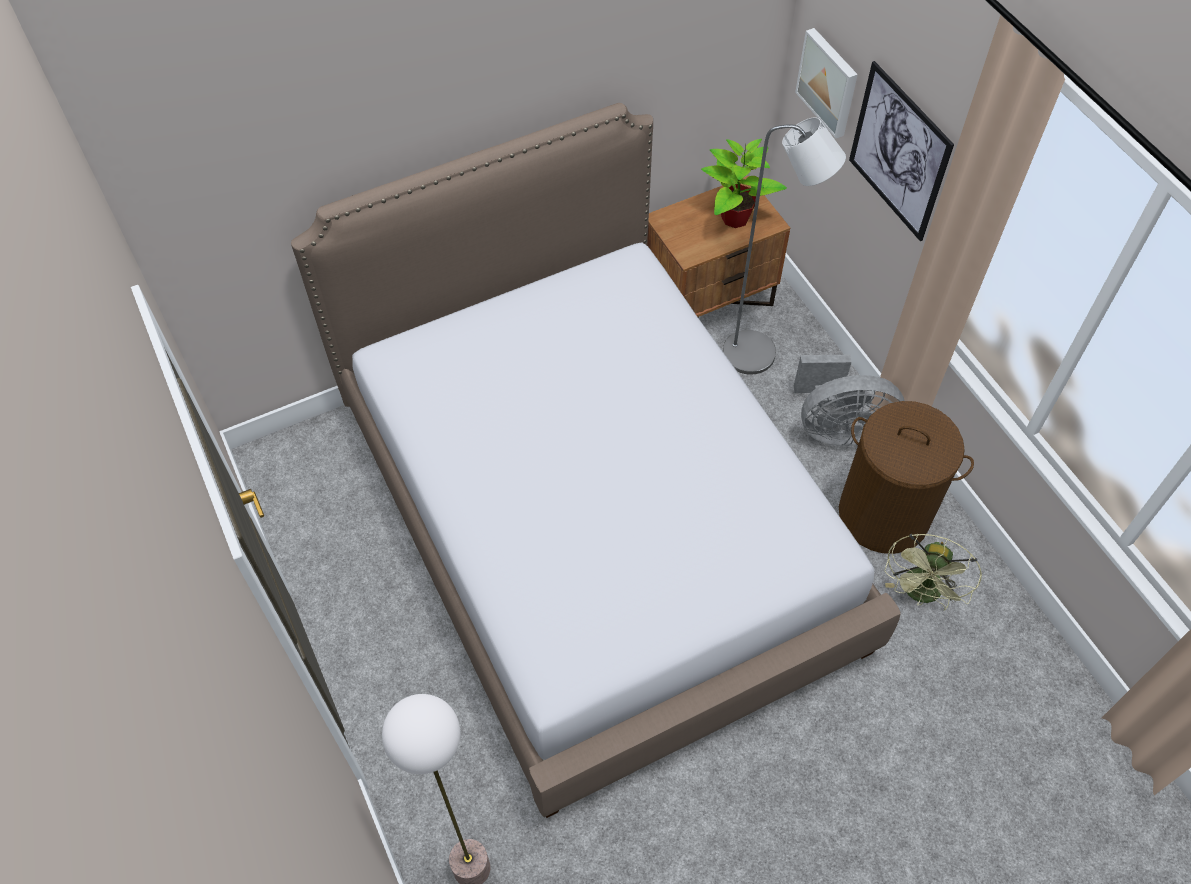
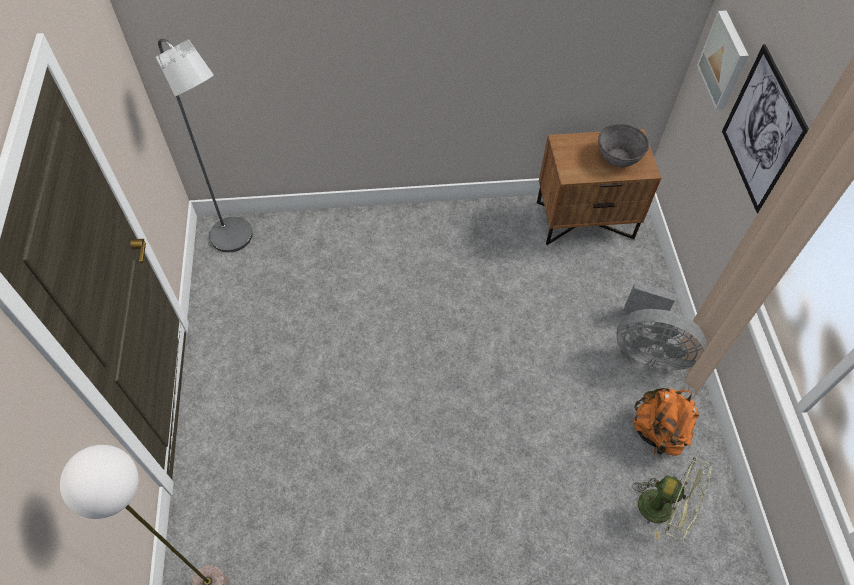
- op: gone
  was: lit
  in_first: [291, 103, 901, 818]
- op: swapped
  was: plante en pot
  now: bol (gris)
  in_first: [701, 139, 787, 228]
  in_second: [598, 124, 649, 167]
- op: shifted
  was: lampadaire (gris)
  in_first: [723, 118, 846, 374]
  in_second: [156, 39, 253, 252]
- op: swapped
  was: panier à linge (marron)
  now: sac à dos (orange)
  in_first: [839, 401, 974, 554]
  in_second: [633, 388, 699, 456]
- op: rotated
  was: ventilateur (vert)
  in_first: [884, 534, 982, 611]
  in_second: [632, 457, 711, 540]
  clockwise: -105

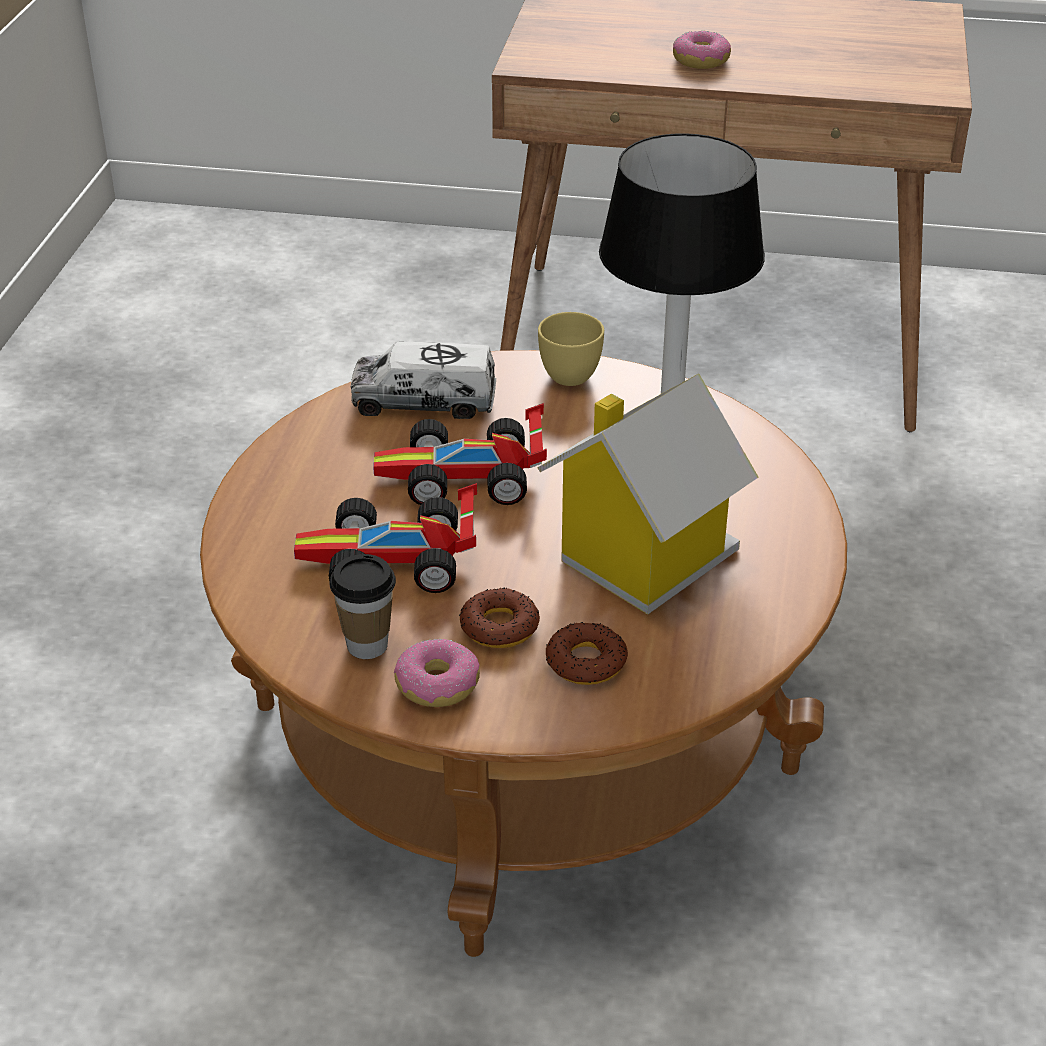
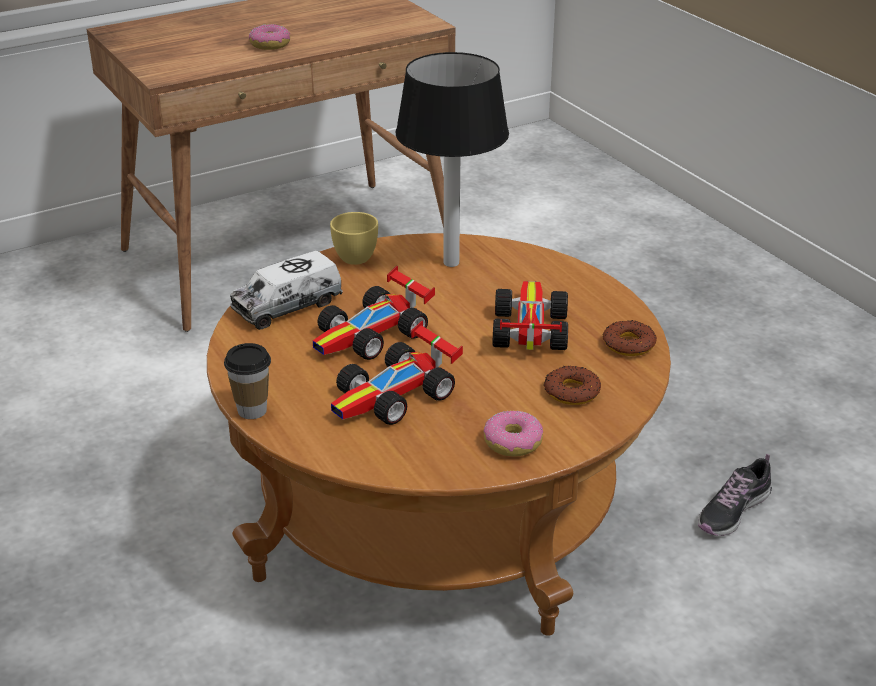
- op: shifted
  was: tasse
  in_first: [330, 554, 396, 659]
  in_second: [224, 343, 271, 419]
- op: shifted
  was: beignet
  in_first: [459, 587, 540, 648]
  in_second: [603, 320, 657, 356]
- op: swapped
  was: maison miniature
  now: petite voiture
  in_first: [537, 374, 758, 615]
  in_second: [493, 281, 568, 350]
- op: new
  now: chaussure
  in_second: [698, 454, 772, 536]

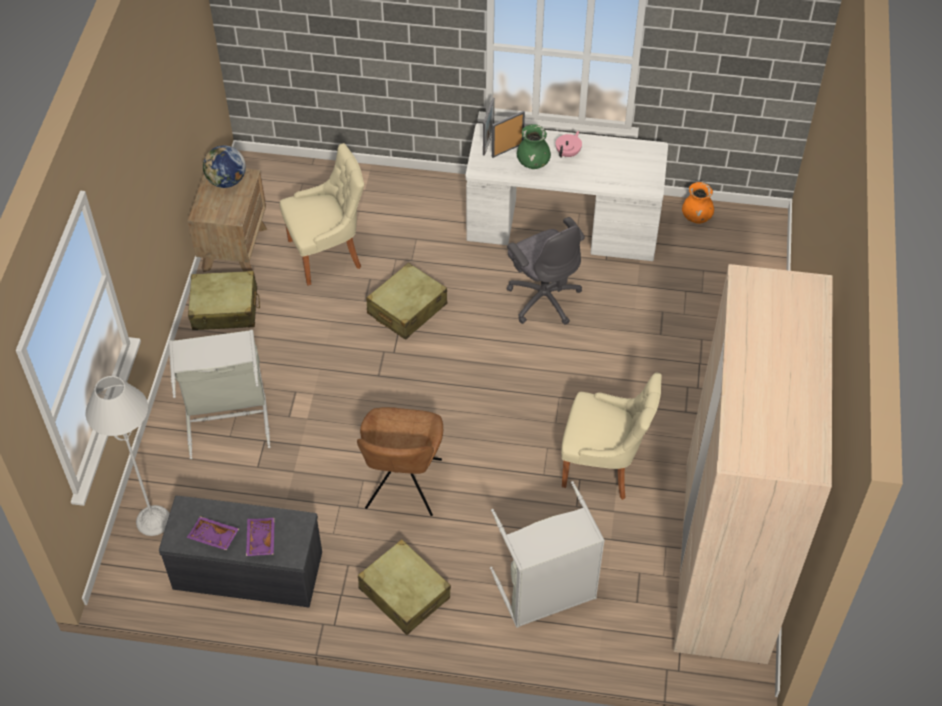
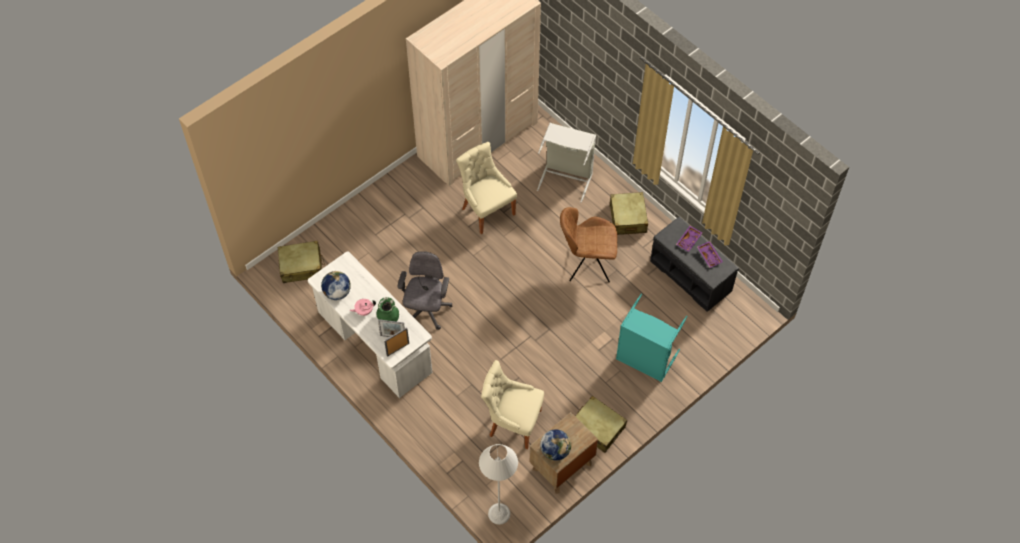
- op: shifted
  was: lampadaire (gris)
  in_first: [86, 376, 170, 536]
  in_second: [479, 444, 518, 525]
- op: repainted
  was: panier à linge (gris)
  now: panier à linge (turquoise)
  in_first: [169, 330, 271, 459]
  in_second: [616, 294, 688, 382]
- op: rotated
  was: chaise (marron)
  in_first: [357, 407, 443, 516]
  in_second: [560, 207, 617, 282]
  clockwise: -135
- op: shifted
  was: valise (beige)
  in_first: [366, 263, 447, 340]
  in_second: [278, 241, 325, 283]
- op: gone
  was: vase (orange)
  in_first: [682, 182, 714, 224]
- op: new
  now: globe
  in_second: [321, 271, 351, 300]

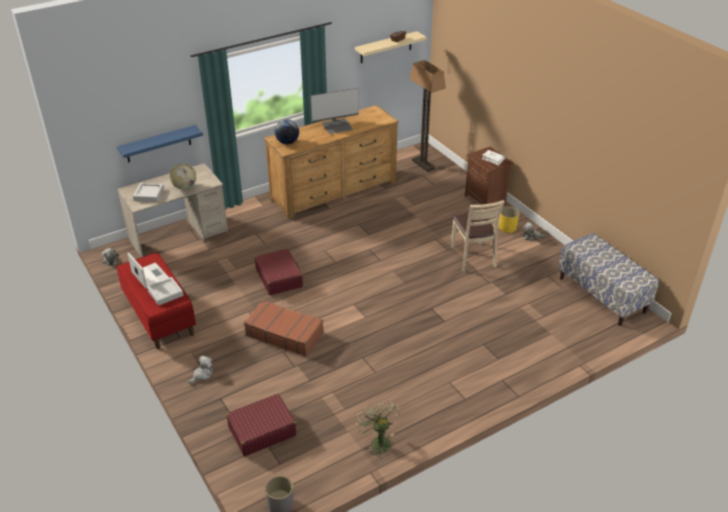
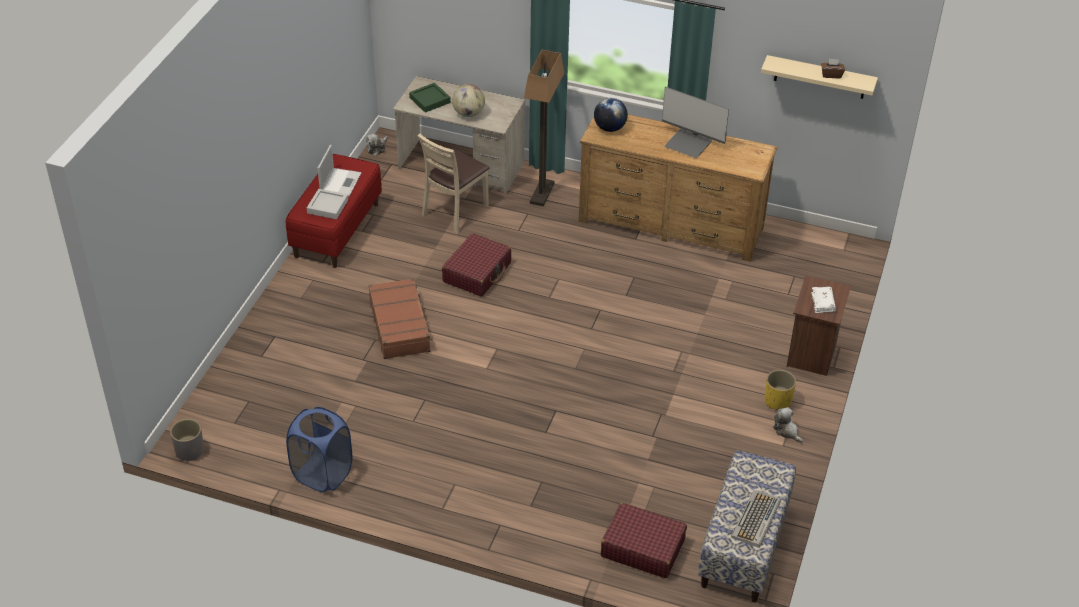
- op: gone
  was: étagère (bleu)
  in_first: [117, 125, 203, 162]
- op: repainted
  was: plateau (gris)
  now: plateau (vert)
  in_first: [133, 183, 164, 202]
  in_second: [409, 83, 451, 113]
- op: gone
  was: peluche
  in_first: [188, 356, 213, 383]
- op: shifted
  was: valise (rouge)
  in_first: [227, 394, 296, 456]
  in_second: [601, 503, 687, 578]
- op: swapped
  was: ventilateur (vert)
  now: panier à linge (bleu)
  in_first: [356, 400, 400, 459]
  in_second: [286, 407, 352, 492]
- op: shifted
  was: lampadaire
  in_first: [410, 60, 446, 172]
  in_second: [524, 50, 564, 206]
- op: shifted
  was: chaise (beige)
  in_first: [451, 200, 505, 272]
  in_second: [418, 134, 490, 233]
- op: new
  now: clavier
  in_second: [731, 490, 781, 548]

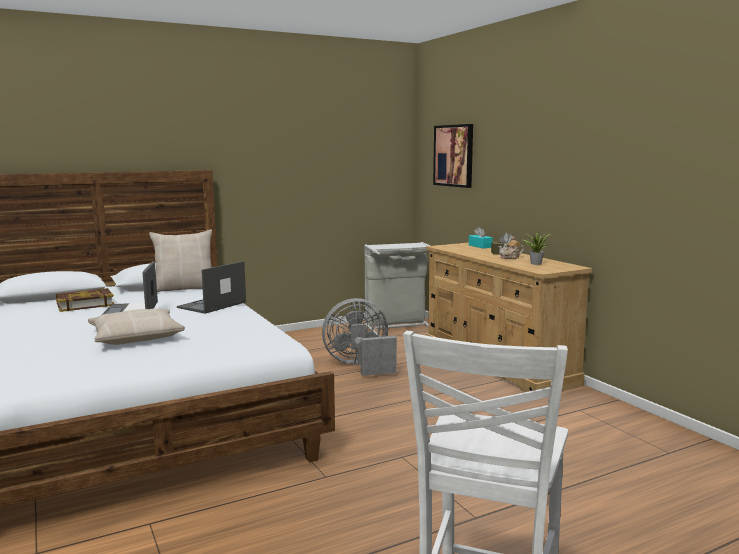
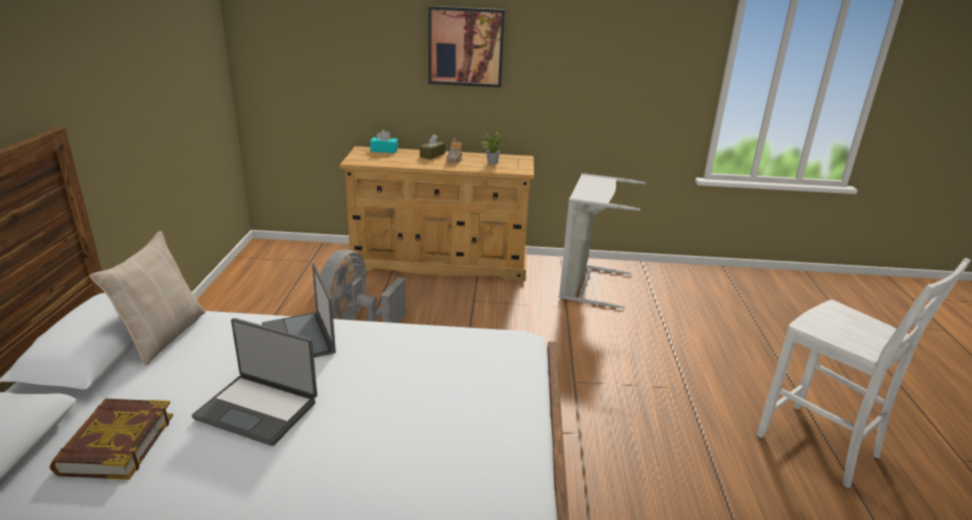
- op: gone
  was: coussin (beige)
  in_first: [88, 309, 185, 345]
- op: shifted
  was: panier à linge (gris)
  in_first: [364, 242, 431, 335]
  in_second: [559, 173, 646, 309]
- op: shifted
  was: tableau
  in_first: [433, 124, 473, 188]
  in_second: [428, 6, 505, 88]

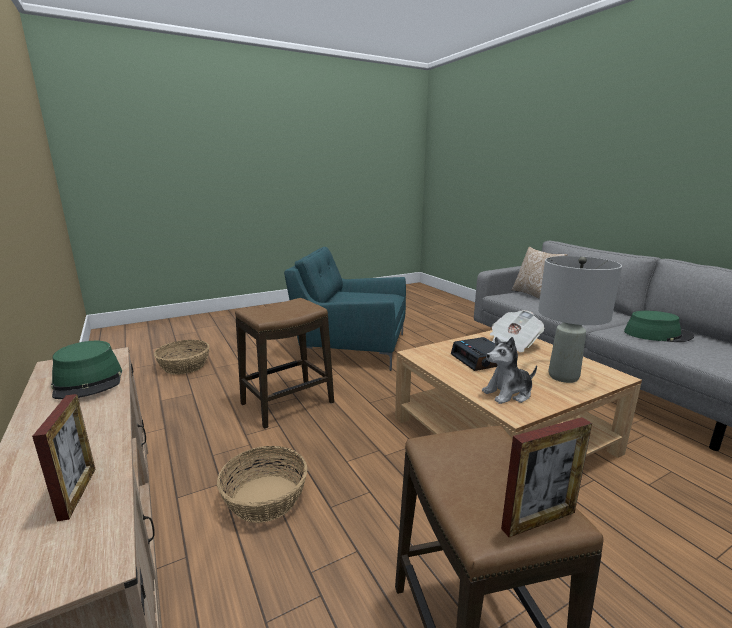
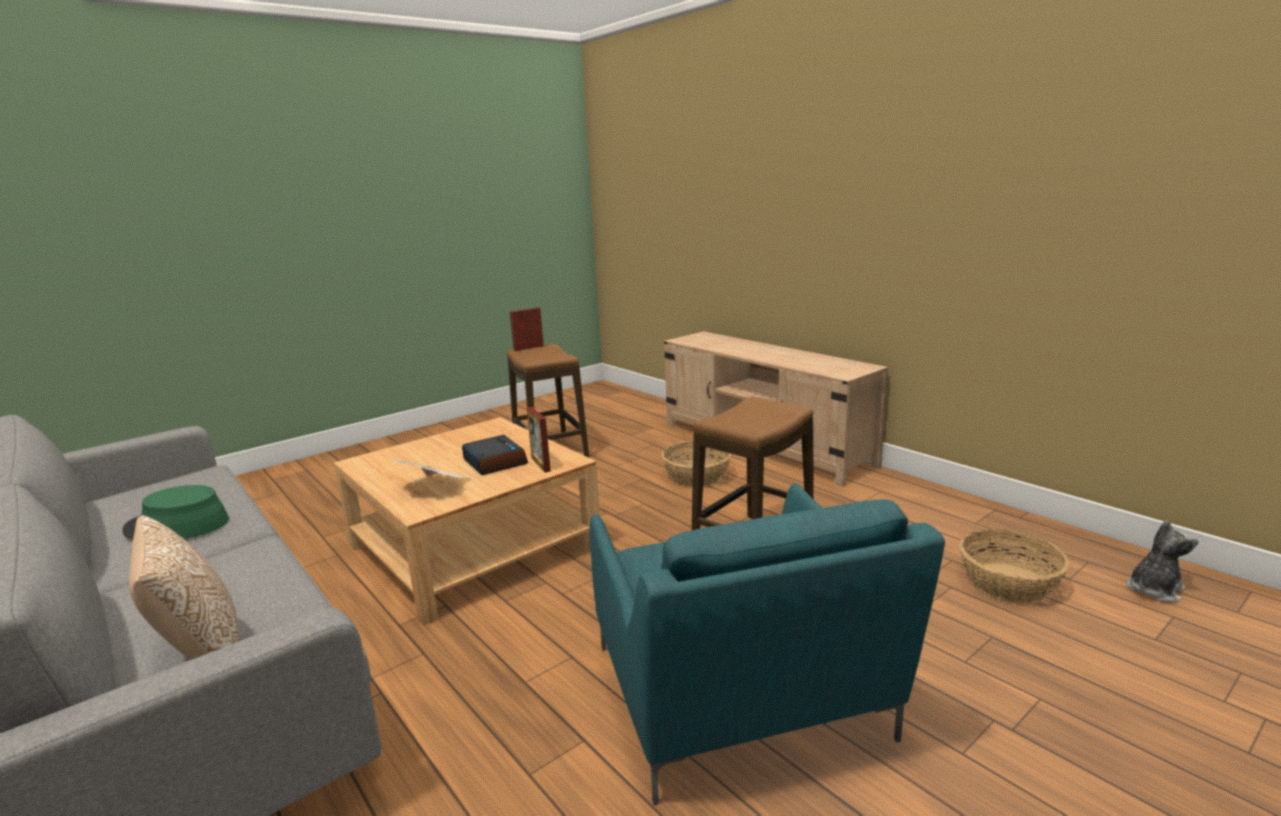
- op: shifted
  was: cadre photo
  in_first: [32, 394, 95, 521]
  in_second: [527, 407, 551, 473]
- op: gone
  was: chapeau (vert)
  in_first: [51, 341, 122, 399]
- op: rotated
  was: fauteuil (turquoise)
  in_first: [284, 247, 406, 371]
  in_second: [590, 483, 945, 805]
  clockwise: 75
- op: shifted
  was: peluche
  in_first: [482, 337, 537, 404]
  in_second: [1127, 520, 1199, 603]
- op: gone
  was: lampe de table (gris)
  in_first: [538, 256, 622, 383]

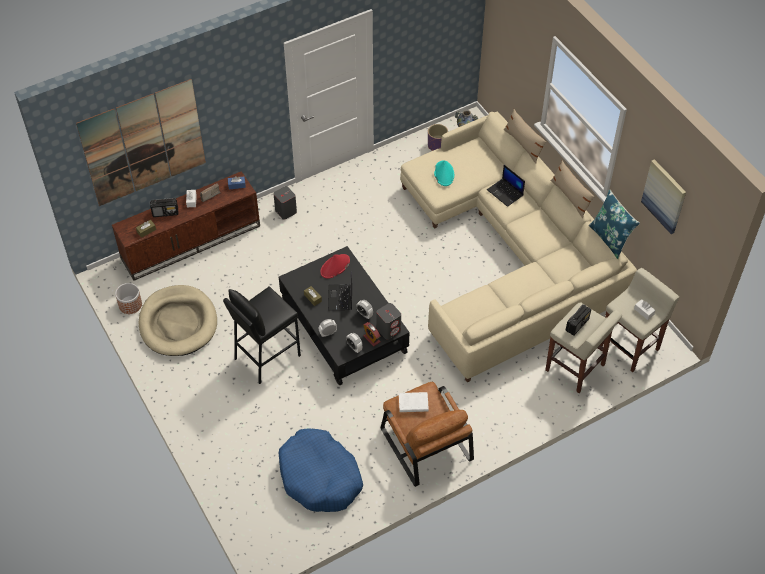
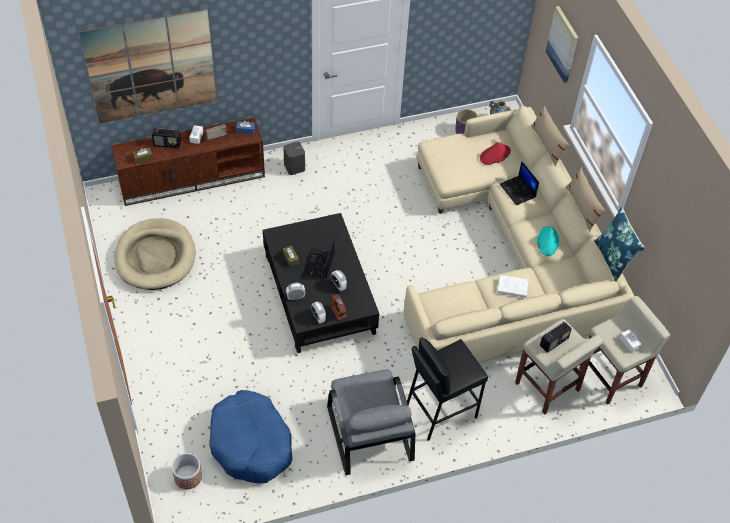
- op: shifted
  was: cache-pot
  in_first: [115, 283, 142, 314]
  in_second: [172, 453, 202, 489]
- op: shifted
  was: tabouret (noir)
  in_first: [223, 286, 301, 384]
  in_second: [407, 337, 488, 441]
- op: shifted
  was: chapeau (rouge)
  in_first: [320, 254, 350, 279]
  in_second: [480, 142, 511, 165]
- op: gone
  was: enceinte (gris)
  in_first: [376, 303, 401, 340]
- op: repainted
  was: fauteuil (marron)
  now: fauteuil (gris)
  in_first: [380, 382, 474, 487]
  in_second: [327, 369, 415, 475]
- op: shifted
  was: livre (blanc)
  in_first: [399, 392, 429, 412]
  in_second: [498, 275, 529, 298]
- op: shifted
  was: chapeau (turquoise)
  in_first: [434, 160, 454, 186]
  in_second: [537, 226, 559, 256]
- op: shifted
  was: tableau
  in_first: [641, 159, 686, 234]
  in_second: [546, 6, 579, 83]

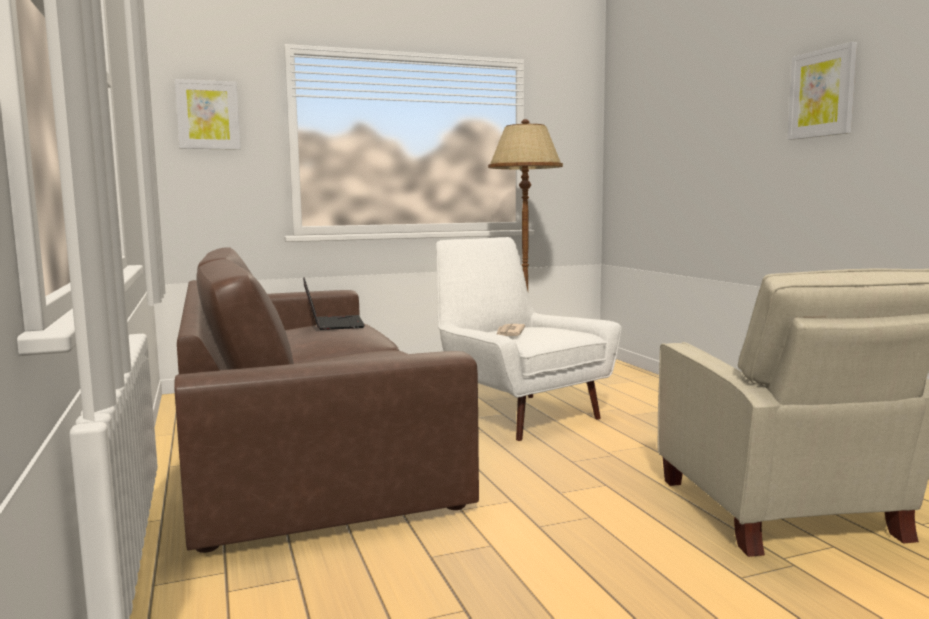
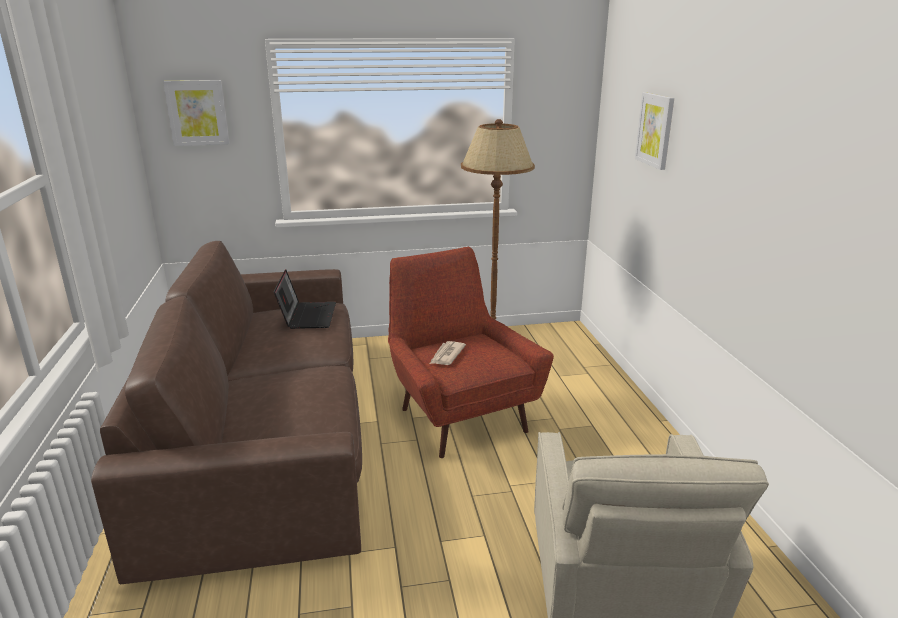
- op: repainted
  was: fauteuil (blanc)
  now: fauteuil (rouge)
  in_first: [436, 237, 622, 441]
  in_second: [388, 247, 554, 458]
- op: shifted
  was: tableau
  in_first: [788, 42, 857, 140]
  in_second: [635, 92, 674, 170]

